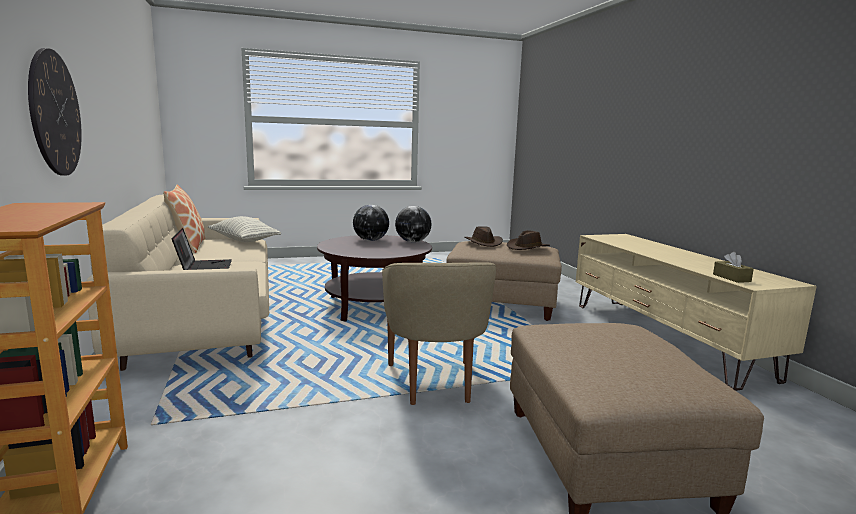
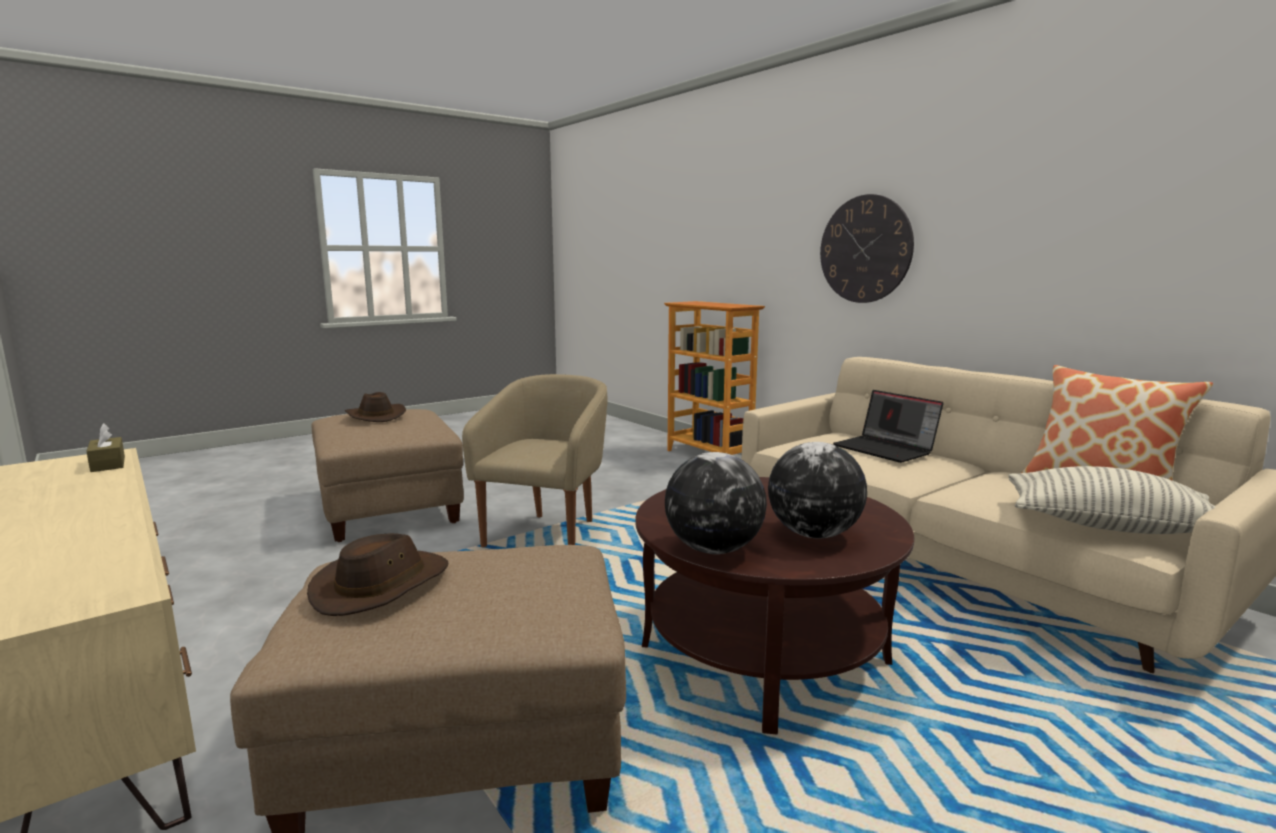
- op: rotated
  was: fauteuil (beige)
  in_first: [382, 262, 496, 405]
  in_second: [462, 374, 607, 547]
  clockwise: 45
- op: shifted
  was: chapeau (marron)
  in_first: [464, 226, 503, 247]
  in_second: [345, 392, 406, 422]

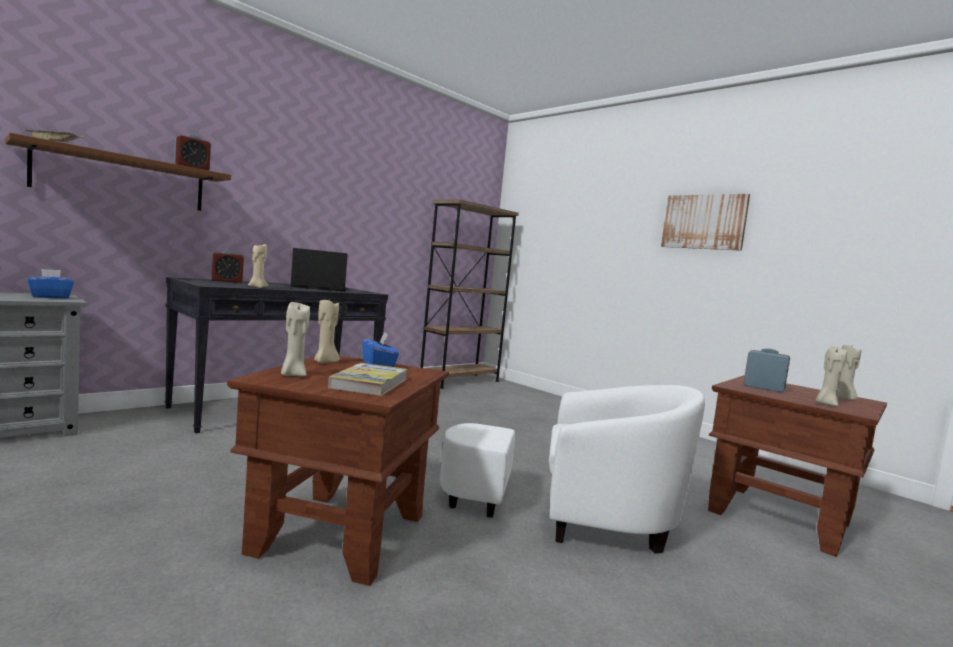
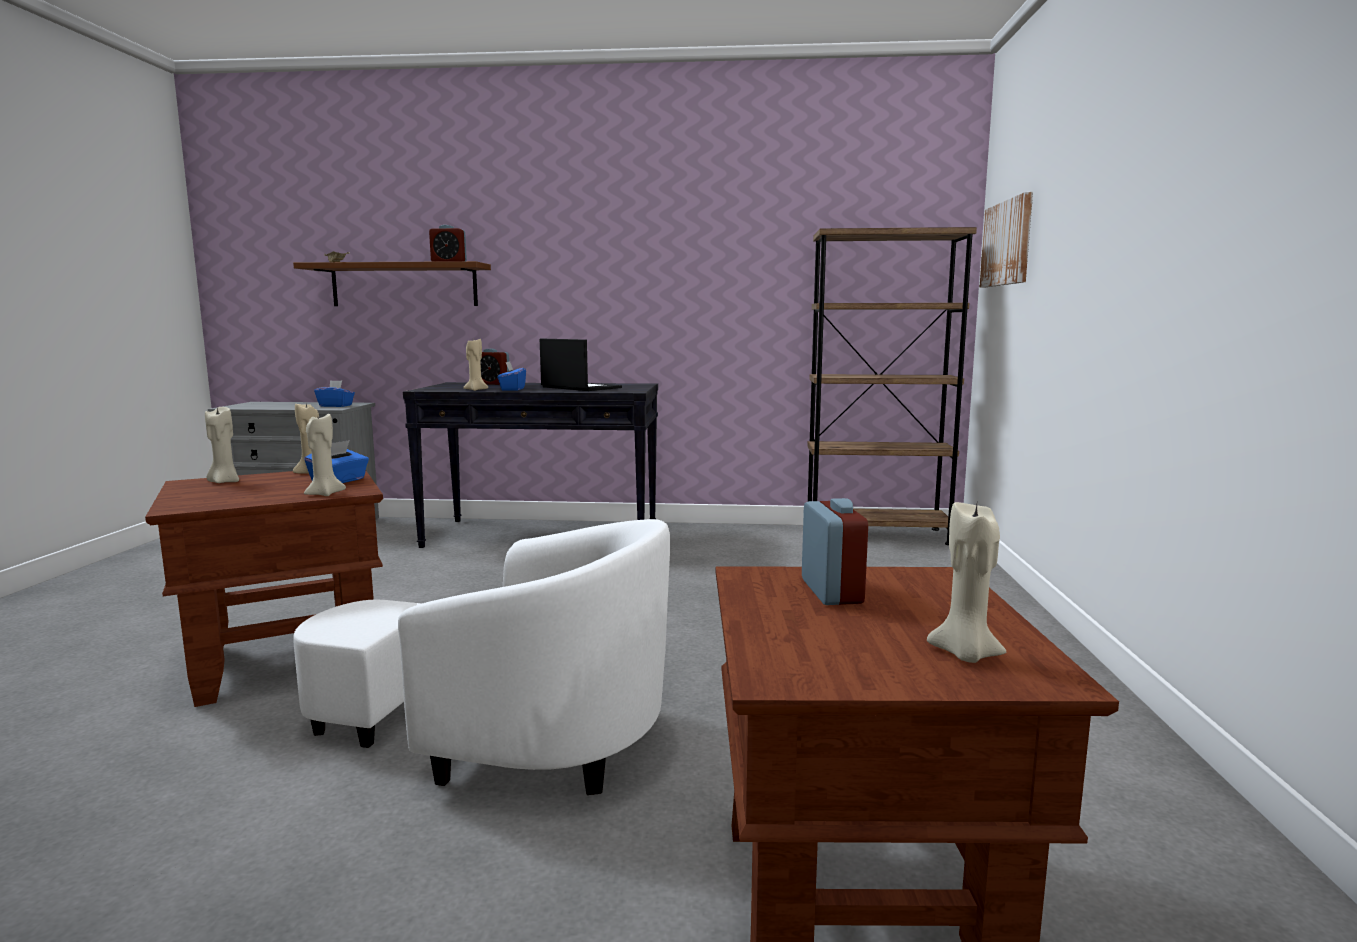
- op: gone
  was: livre
  in_first: [328, 363, 408, 396]
- op: rotated
  was: fauteuil (blanc)
  in_first: [440, 385, 705, 553]
  in_second: [293, 519, 670, 795]
  clockwise: -45
- op: shifted
  was: tableau
  in_first: [661, 194, 750, 251]
  in_second: [980, 192, 1033, 287]
- op: shifted
  was: bougie (beige)
  in_first: [816, 346, 847, 406]
  in_second: [304, 414, 346, 496]
- op: new
  now: boîte à mouchoirs (bleu)
  in_second: [497, 361, 526, 390]

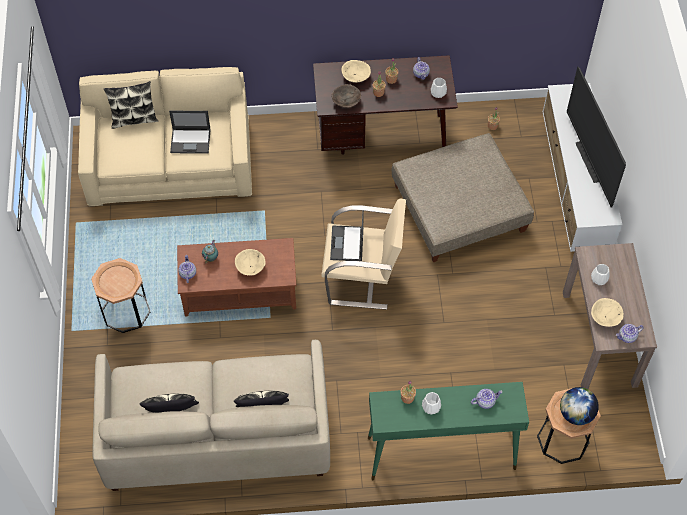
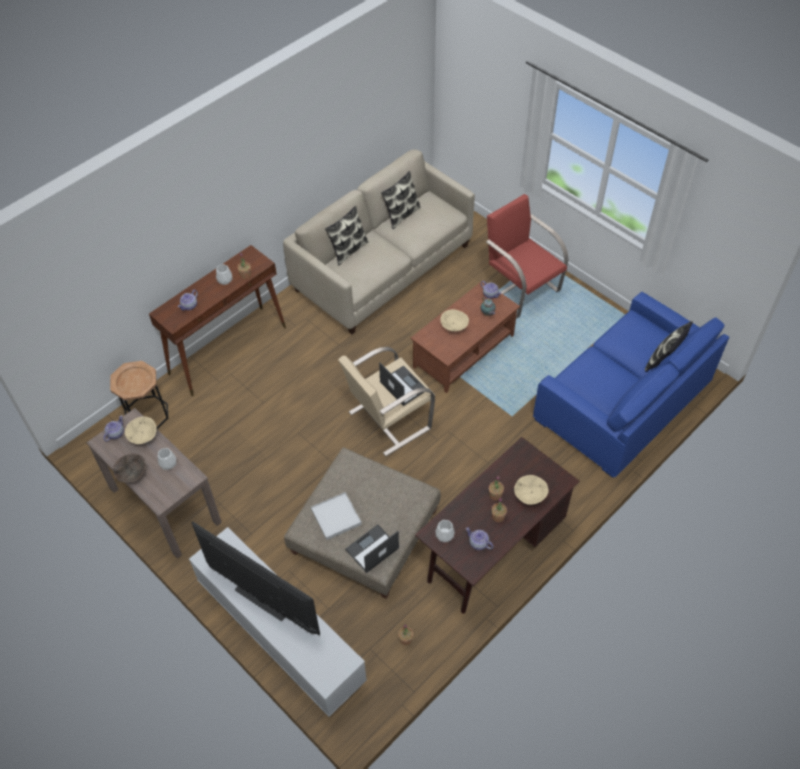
- op: repainted
  was: canapé (beige)
  now: canapé (bleu)
  in_first: [78, 67, 252, 206]
  in_second: [533, 292, 729, 478]
- op: swapped
  was: table d'appoint (marron)
  now: fauteuil (rouge)
  in_first: [91, 258, 150, 333]
  in_second: [486, 194, 569, 319]
- op: shifted
  was: ordinateur portable
  in_first: [169, 111, 211, 154]
  in_second: [345, 525, 399, 573]
- op: shifted
  was: bol (marron)
  in_first: [331, 84, 361, 108]
  in_second: [113, 454, 146, 483]
- op: repainted
  was: table console (vert)
  now: table console (marron)
  in_first: [368, 382, 529, 480]
  in_second: [149, 245, 286, 396]
- op: gone
  was: globe
  in_first: [560, 387, 599, 425]
- op: new
  now: plateau (blanc)
  in_second: [311, 492, 362, 540]

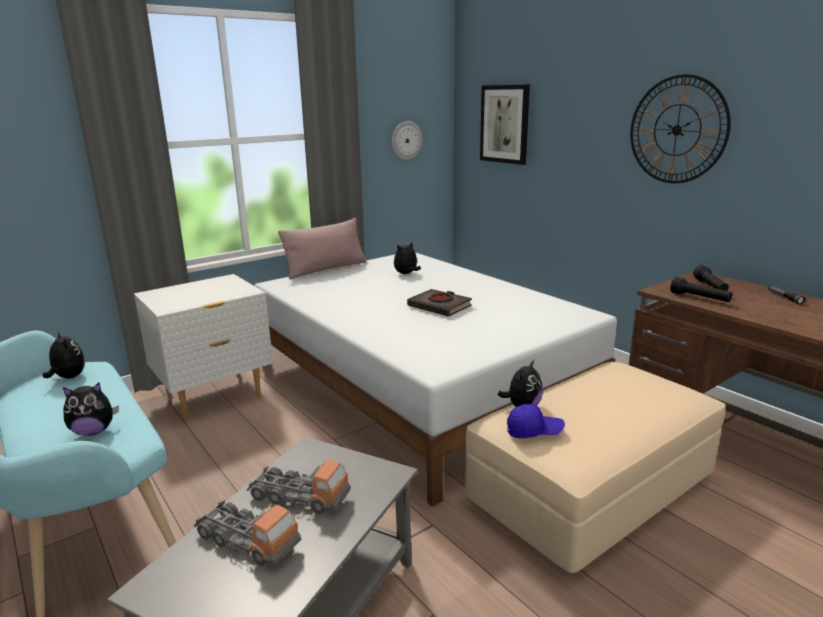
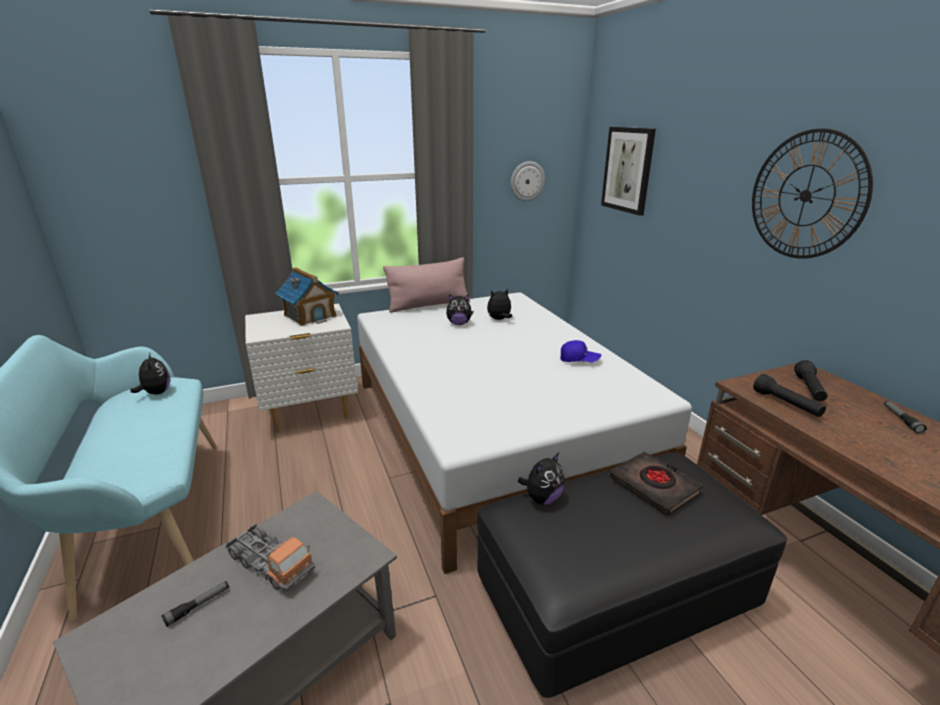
- op: shifted
  was: peluche
  in_first: [63, 383, 119, 436]
  in_second: [446, 294, 474, 325]
- op: swapped
  was: camion jouet
  now: lampe de poche
  in_first: [194, 500, 301, 566]
  in_second: [161, 581, 229, 627]
- op: shifted
  was: livre (noir)
  in_first: [407, 289, 472, 317]
  in_second: [610, 452, 703, 516]
- op: repainted
  was: pouf (beige)
  now: pouf (noir)
  in_first: [465, 361, 726, 573]
  in_second: [478, 453, 787, 698]
- op: shifted
  was: casquette (bleu)
  in_first: [507, 404, 565, 438]
  in_second: [560, 340, 601, 362]
- op: new
  now: maison miniature
  in_second: [275, 268, 339, 326]

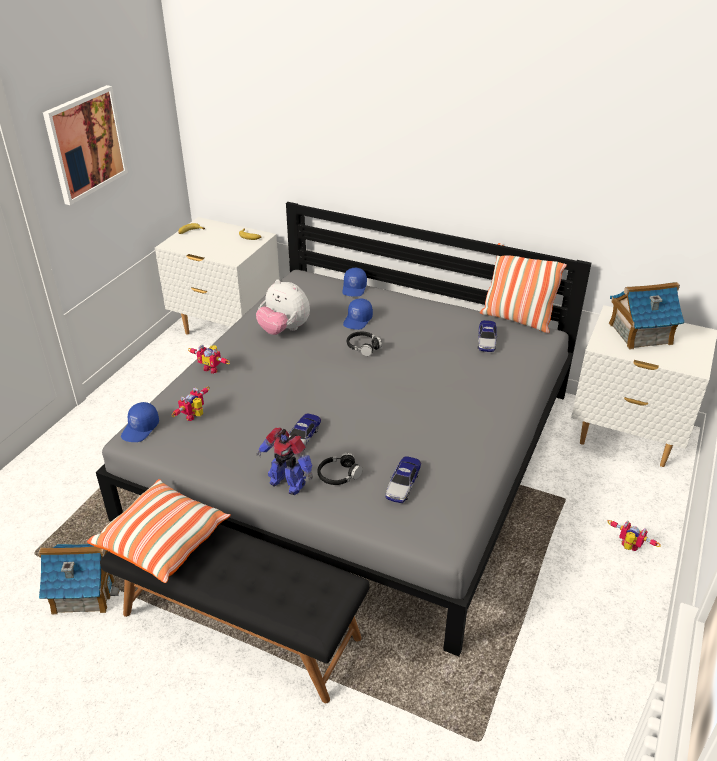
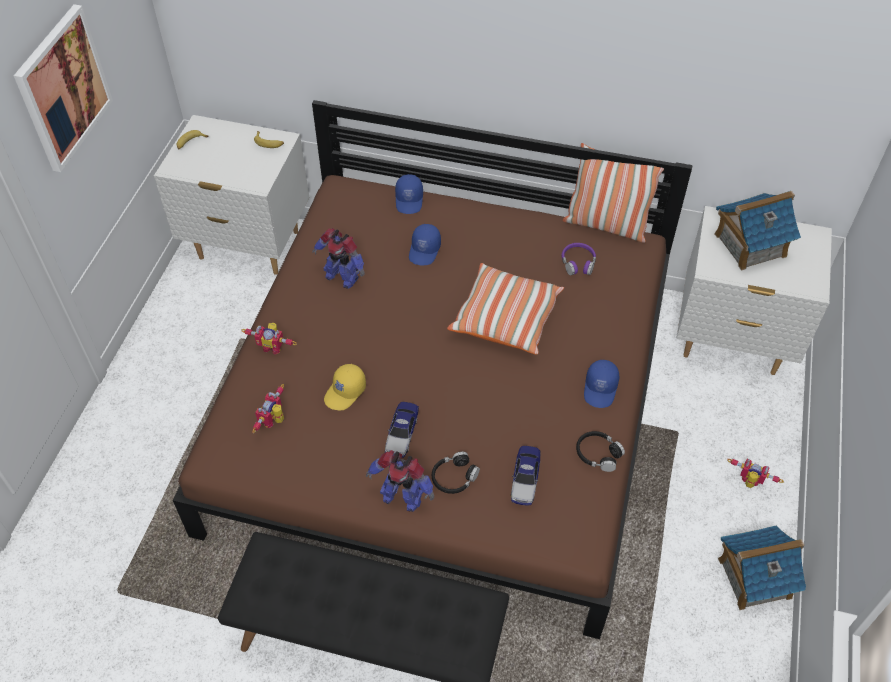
- op: shifted
  was: maison miniature
  in_first: [38, 544, 120, 615]
  in_second: [718, 525, 806, 610]
- op: shifted
  was: coussin
  in_first: [87, 479, 231, 583]
  in_second: [447, 263, 564, 355]
- op: repainted
  was: lit (gris)
  now: lit (marron)
  in_first: [96, 202, 591, 656]
  in_second: [173, 100, 693, 639]
- op: shifted
  was: casquette (bleu)
  in_first: [121, 402, 159, 442]
  in_second: [584, 360, 619, 408]
- op: swapped
  was: peluche
  now: robot jouet
  in_first: [256, 279, 310, 335]
  in_second: [312, 228, 365, 289]
- op: shifted
  was: casque audio (noir)
  in_first: [347, 332, 382, 356]
  in_second: [576, 431, 625, 472]
- op: swapped
  was: petite voiture
  now: casque audio (violet)
  in_first: [478, 320, 497, 352]
  in_second: [561, 243, 596, 275]
- op: new
  now: casquette (jaune)
  in_second: [324, 364, 366, 410]

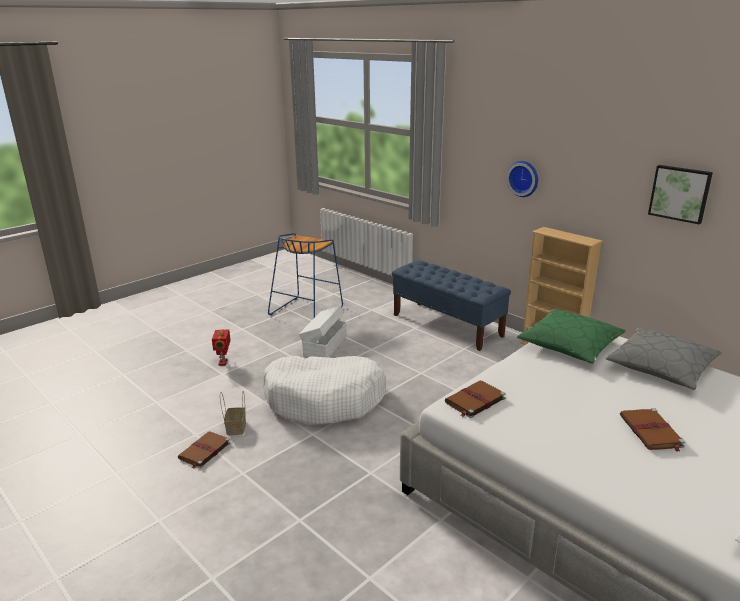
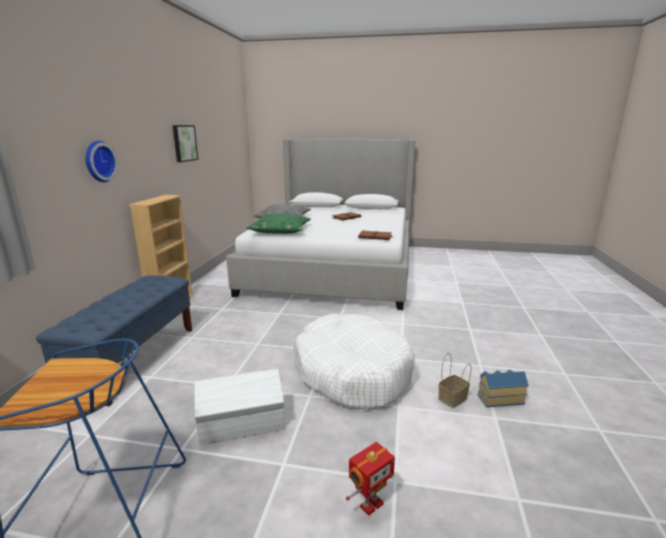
- op: swapped
  was: livre (marron)
  now: maison miniature
  in_first: [178, 431, 230, 469]
  in_second: [478, 369, 529, 407]

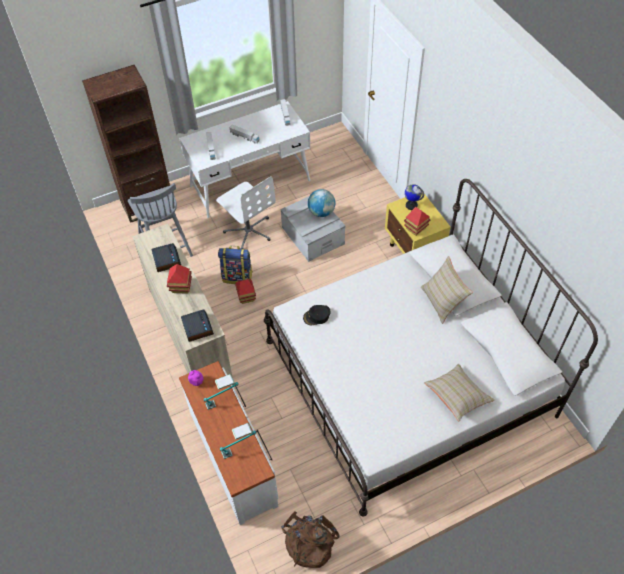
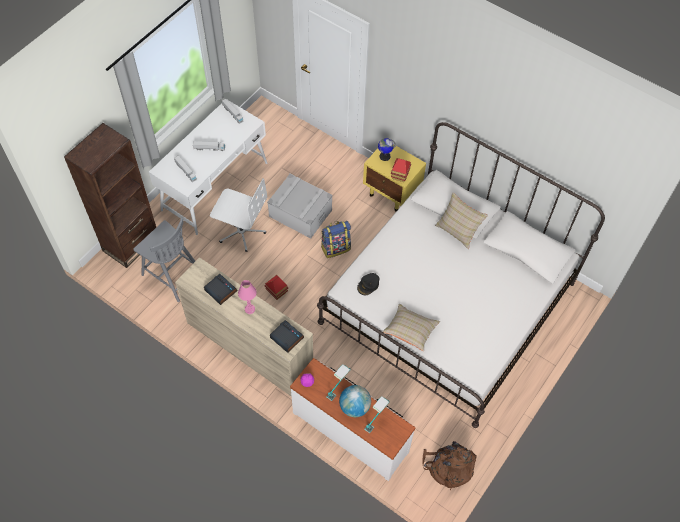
- op: swapped
  was: maison miniature
  now: lampe de table (rose)
  in_first: [167, 264, 192, 294]
  in_second: [238, 280, 257, 314]
- op: shifted
  was: sac à dos
  in_first: [218, 246, 253, 284]
  in_second: [321, 221, 351, 258]
- op: shifted
  was: globe
  in_first: [308, 189, 335, 217]
  in_second: [339, 385, 371, 417]
- op: shifted
  was: coussin (beige)
  in_first: [424, 364, 495, 421]
  in_second: [383, 304, 440, 351]

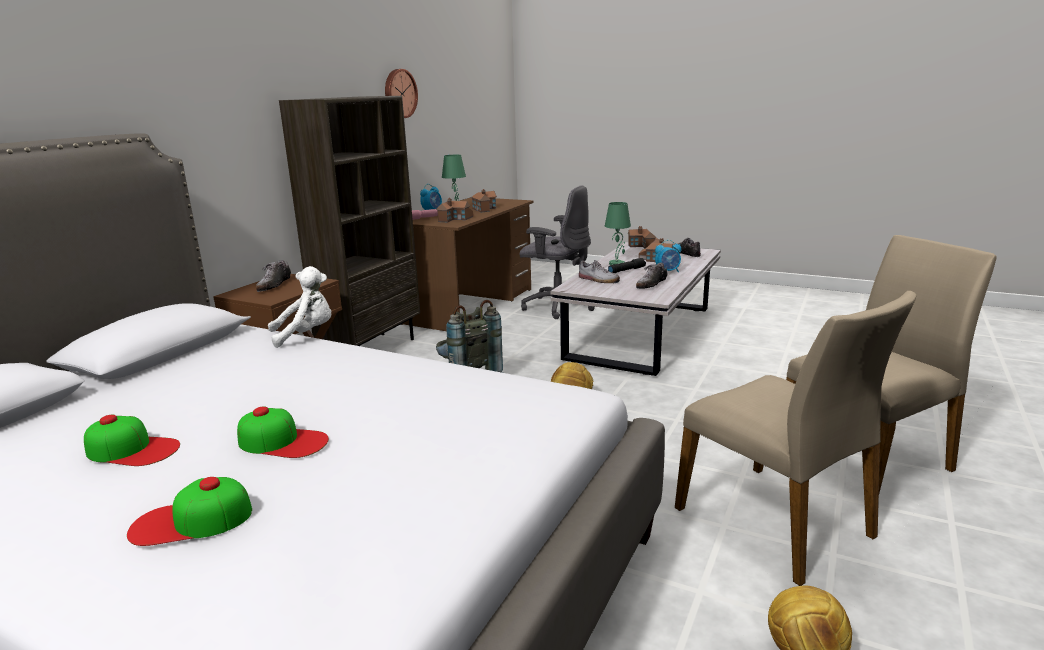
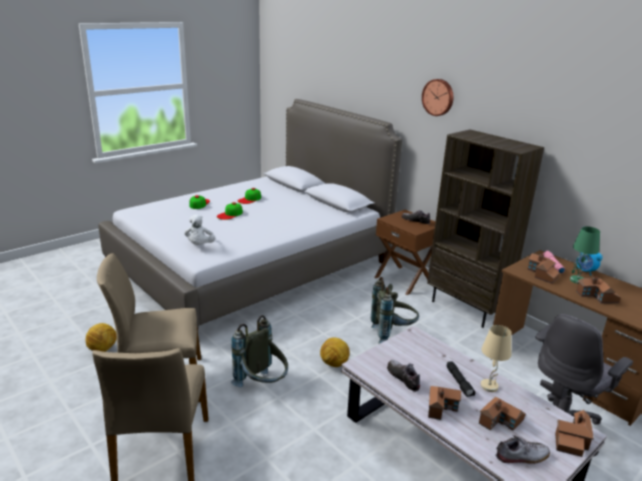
- op: shifted
  was: peluche (blanc)
  in_first: [268, 266, 331, 348]
  in_second: [184, 215, 215, 245]
- op: shifted
  was: horloge murale
  in_first: [385, 69, 418, 118]
  in_second: [422, 79, 453, 116]
- op: gone
  was: chaussure
  in_first: [579, 260, 620, 283]
- op: repainted
  was: lampe de table (vert)
  now: lampe de table (beige)
  in_first: [605, 202, 631, 265]
  in_second: [480, 325, 512, 392]
- op: swapped
  was: réveil
  now: maison miniature
  in_first: [655, 240, 681, 272]
  in_second: [428, 386, 462, 420]
- op: new
  now: sac à dos (gris)
  in_second: [231, 315, 288, 387]

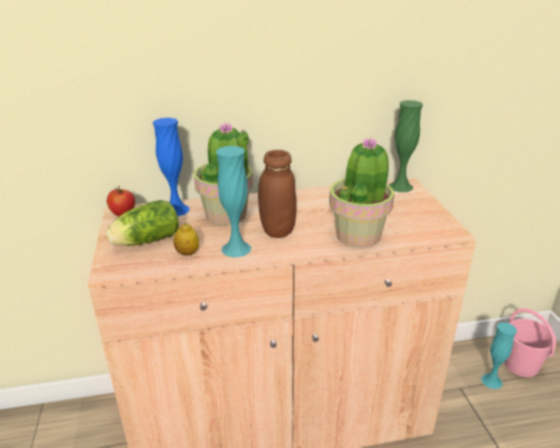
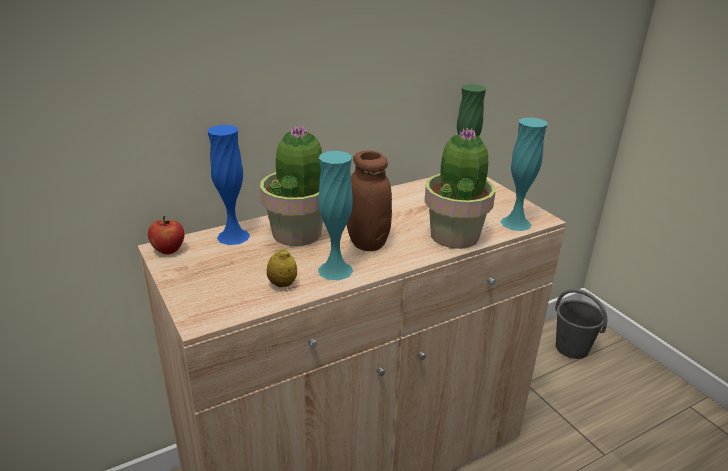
- op: gone
  was: laitue
  in_first: [106, 200, 179, 246]
- op: shifted
  was: vase (turquoise)
  in_first: [481, 322, 517, 389]
  in_second: [500, 118, 548, 231]
- op: repainted
  was: seau (rose)
  now: seau (gris)
  in_first: [505, 308, 557, 377]
  in_second: [555, 289, 608, 359]

